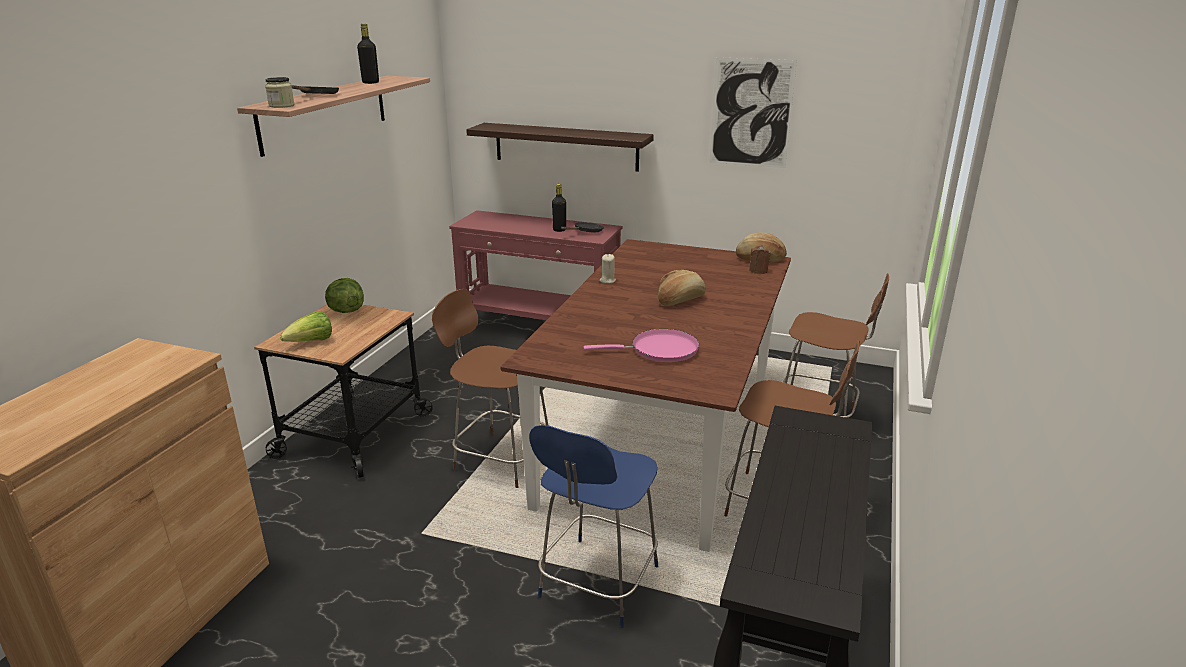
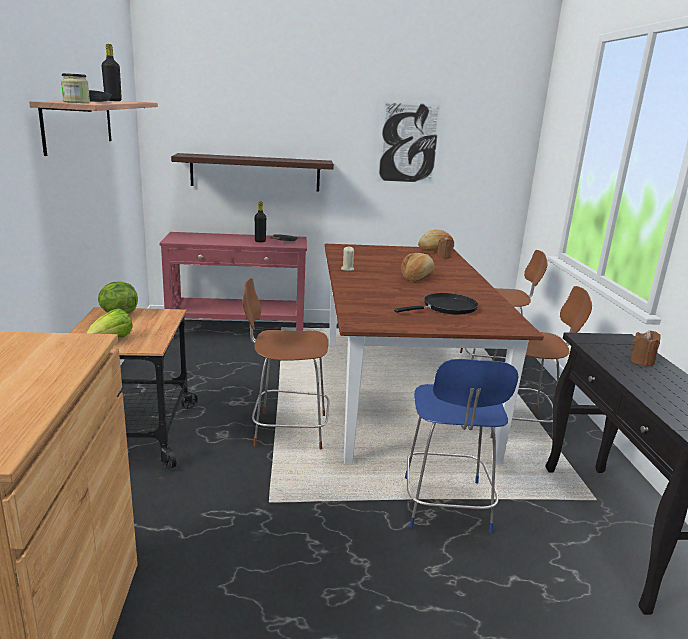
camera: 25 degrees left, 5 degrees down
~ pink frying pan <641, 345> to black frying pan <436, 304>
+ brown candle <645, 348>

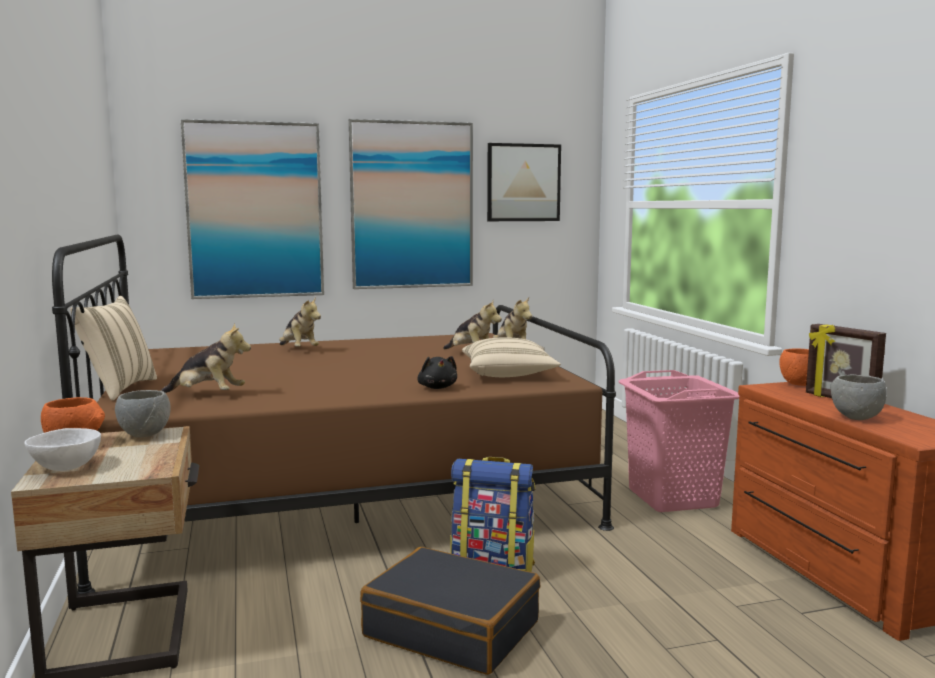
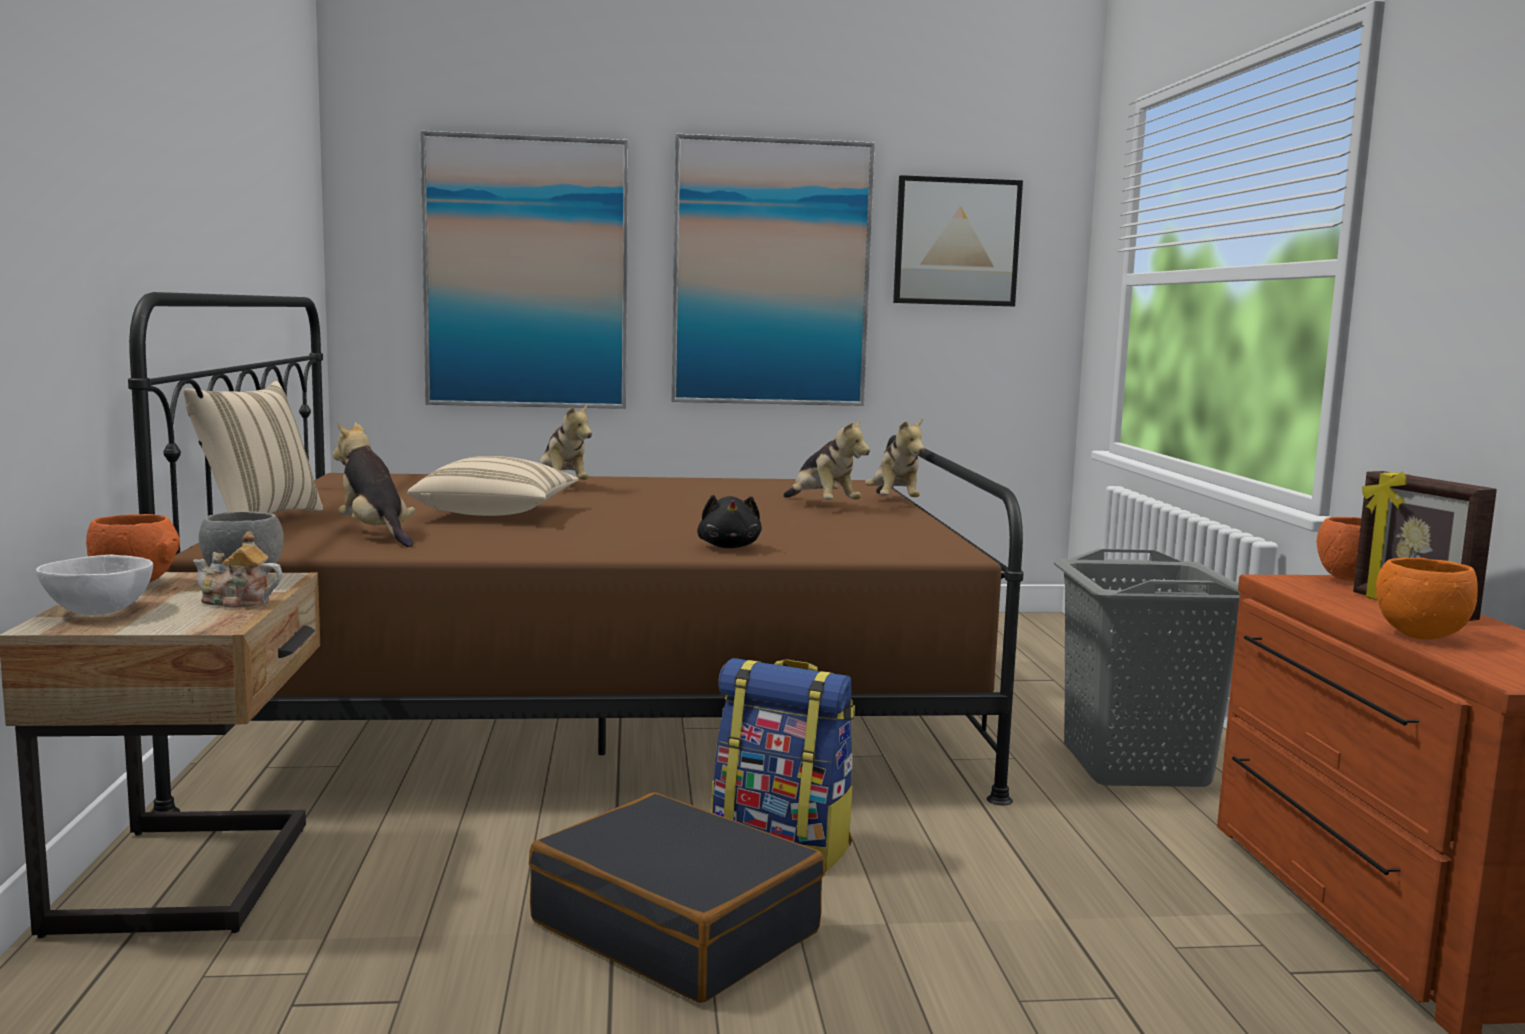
camera: 10 degrees right, 0 degrees up
+ teapot <237, 570>
~ plush toy <206, 358> = <374, 484> 150 degrees counterclockwise
~ beige pillow <511, 357> to <493, 486>
~ pink laundry basket <678, 441> to grey laundry basket <1147, 668>
~ grey bowl <858, 397> to orange bowl <1427, 599>

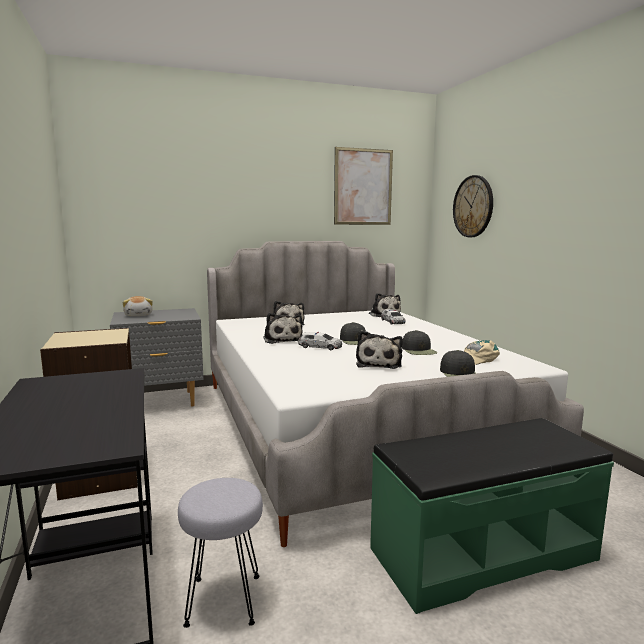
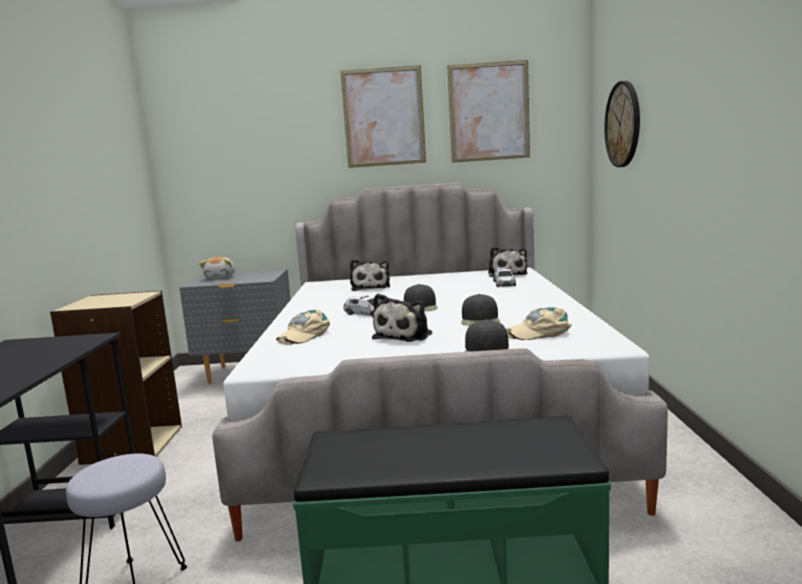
camera: 20 degrees right, 0 degrees up
+ beige cap <303, 327>
+ picture <383, 116>
- plush toy <283, 328>

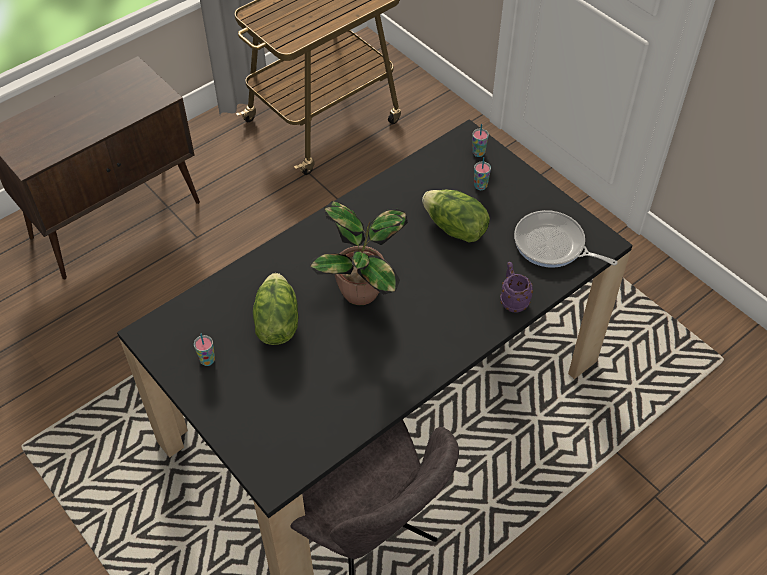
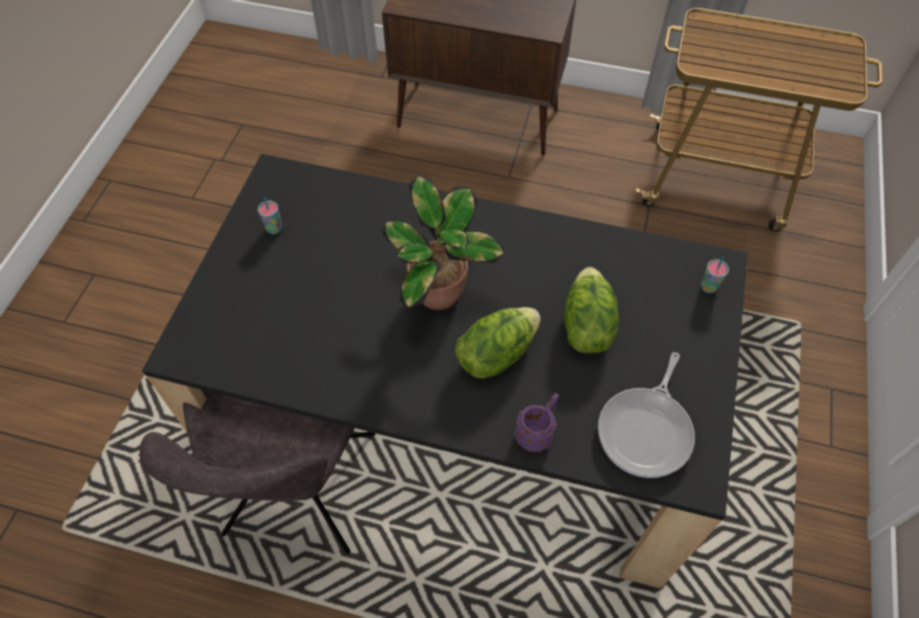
camera: 55 degrees right, 5 degrees up
~ lettuce <275, 309> to <498, 342>
~ frying pan <566, 239> = <646, 415> 150 degrees counterclockwise
- cup <482, 173>

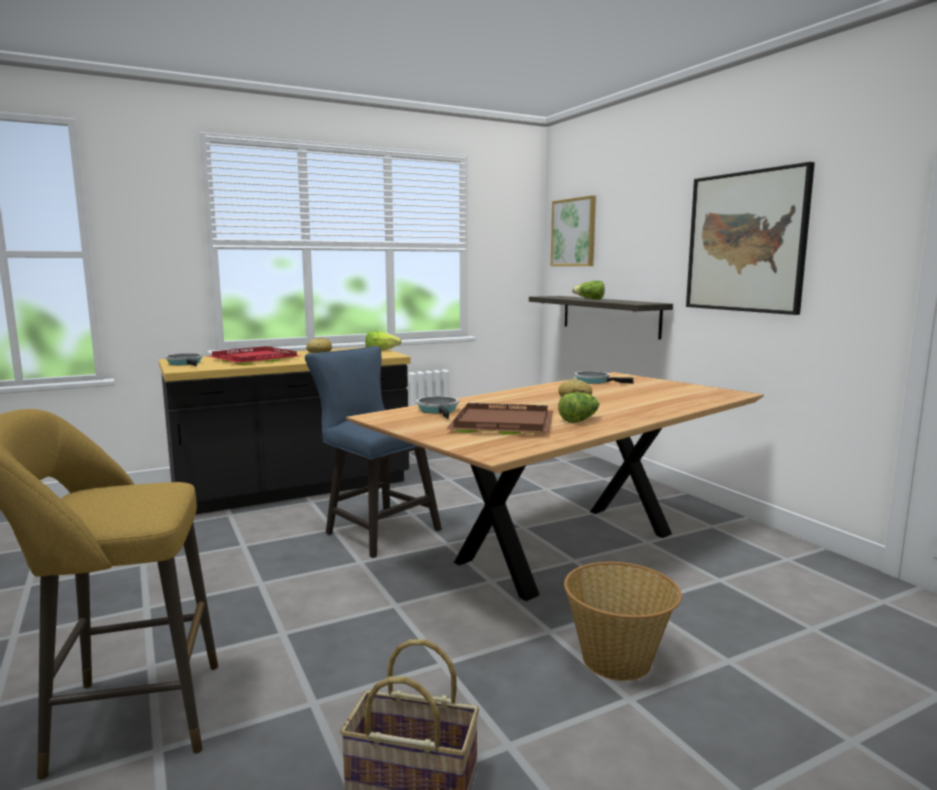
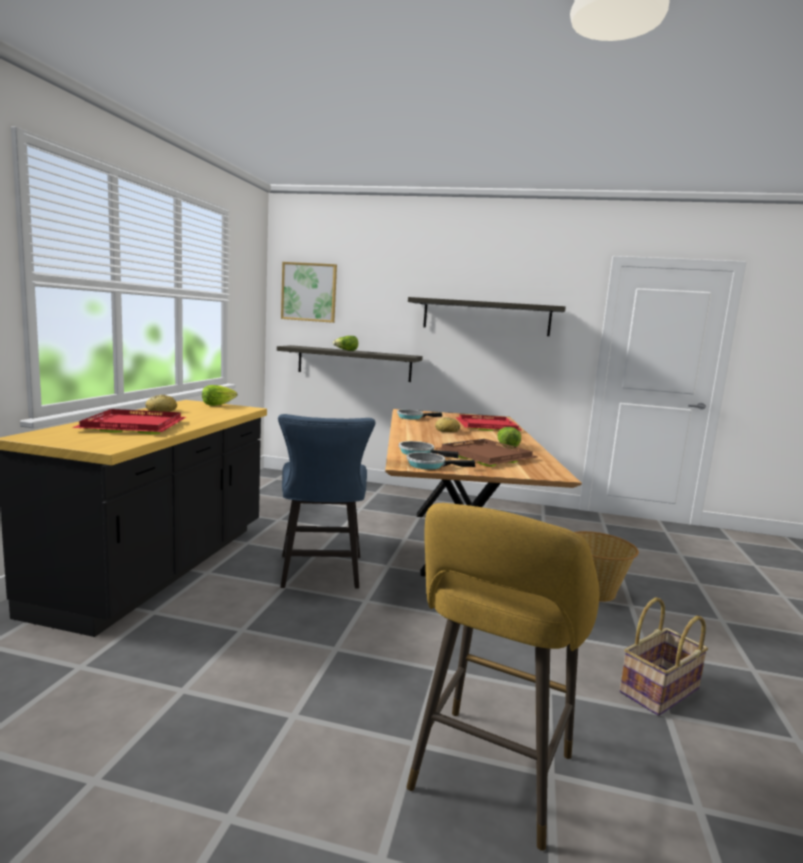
camera: 50 degrees left, 0 degrees up
~ blue chair <373, 452> = <327, 501> 90 degrees counterclockwise
~ frying pan <184, 359> to <441, 461>
~ picture <750, 238> to shelf <487, 316>
+ red tray <489, 422>

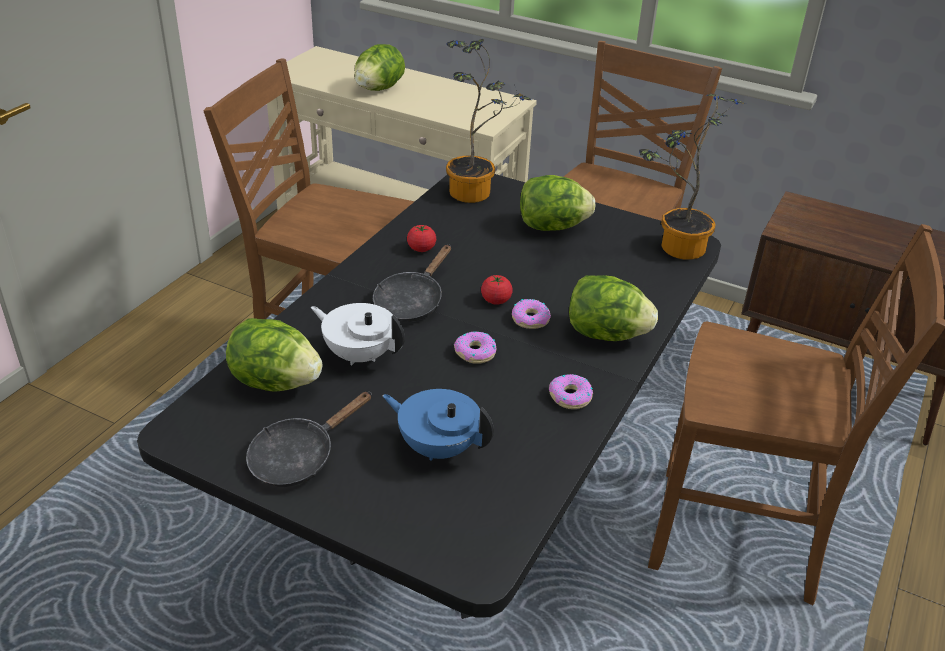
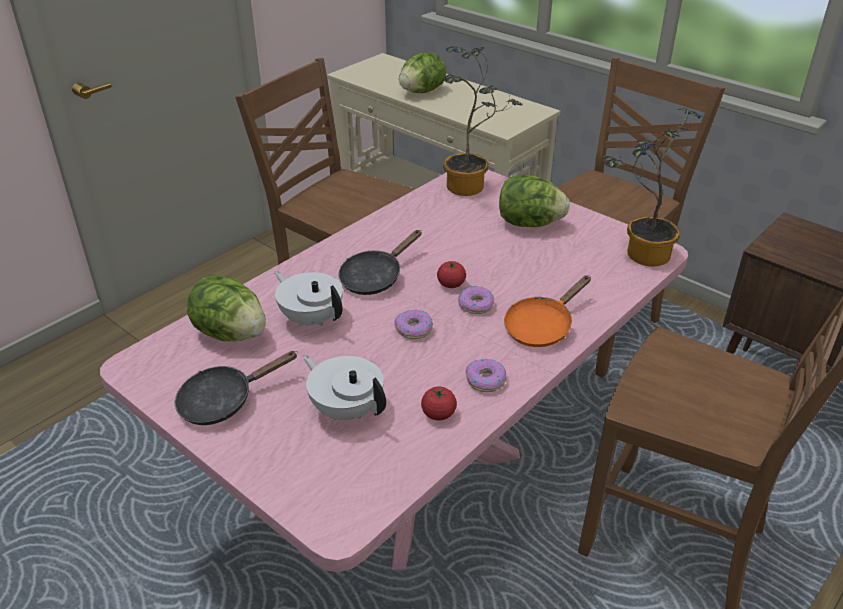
camera: 15 degrees right, 0 degrees up
~ black dining table <429, 396> to pink dining table <394, 371>
~ blue teapot <438, 425> to white teapot <344, 387>
~ tomato <421, 238> to <439, 404>
~ lettuce <613, 308> to orange frying pan <547, 311>

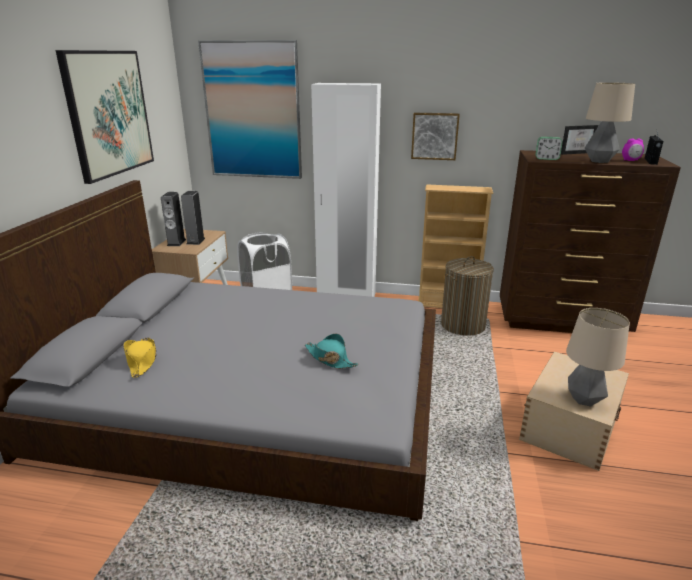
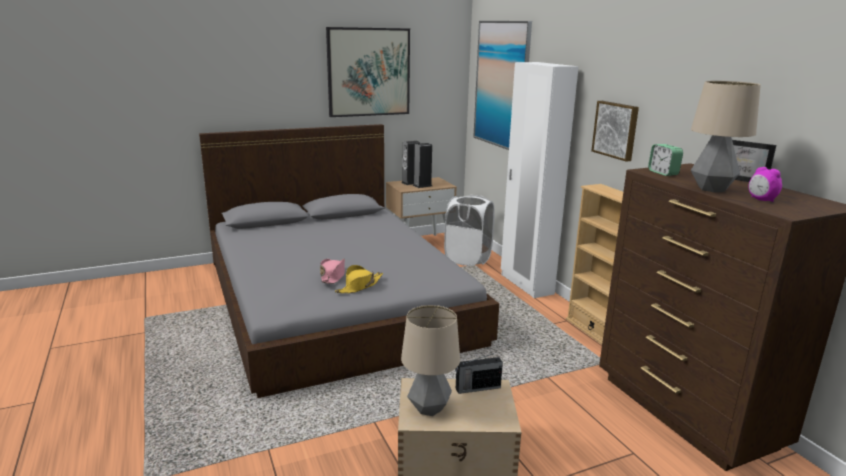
camera: 55 degrees right, 5 degrees down
~ turquoise hat <332, 351> to pink hat <332, 271>
~ yellow hat <140, 357> to <359, 279>
~ radio <654, 149> to <479, 373>
- laundry basket <467, 296>

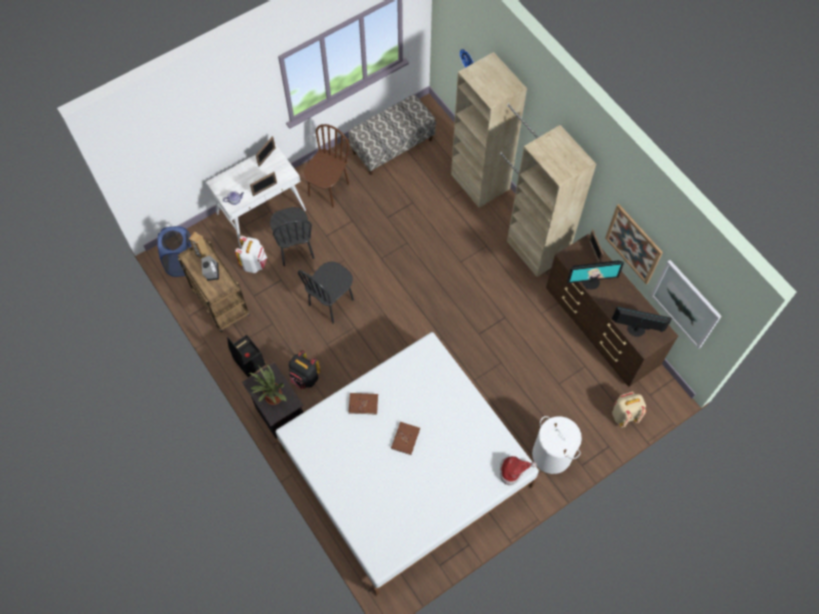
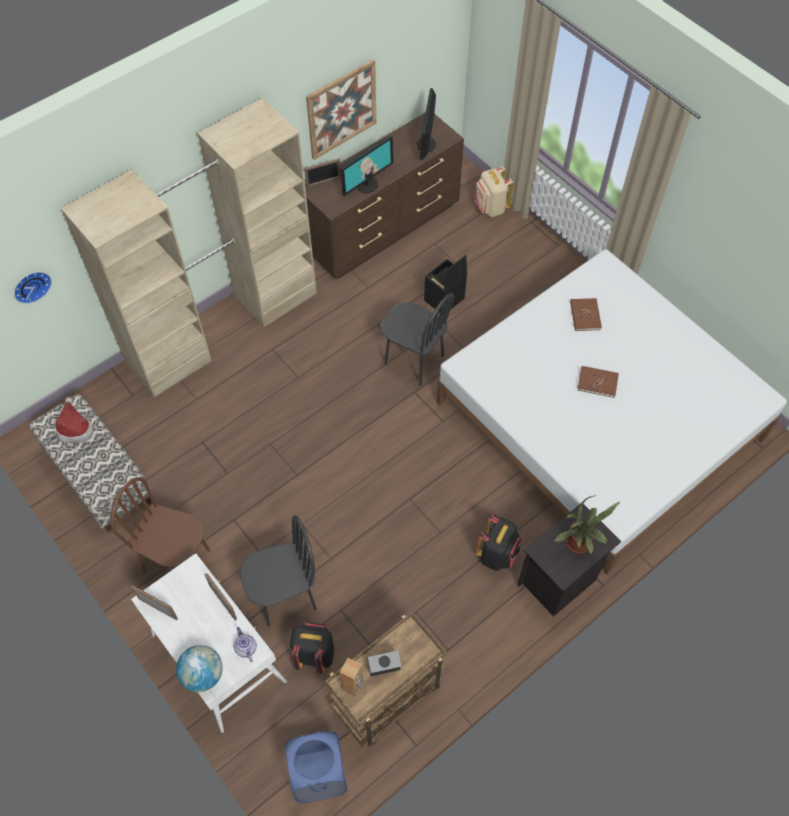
camera: 95 degrees left, 5 degrees down
~ hat <518, 470> to <74, 420>
+ globe <199, 668>
~ white backpack <251, 254> to black backpack <312, 647>
~ monitor <595, 275> = <366, 166> 60 degrees clockwise
~ black chair <326, 293> to <417, 339>
~ black storage box <246, 356> to <445, 284>
~ brown book <363, 404> to <586, 314>
- white laundry basket <557, 445>
- picture <686, 304>

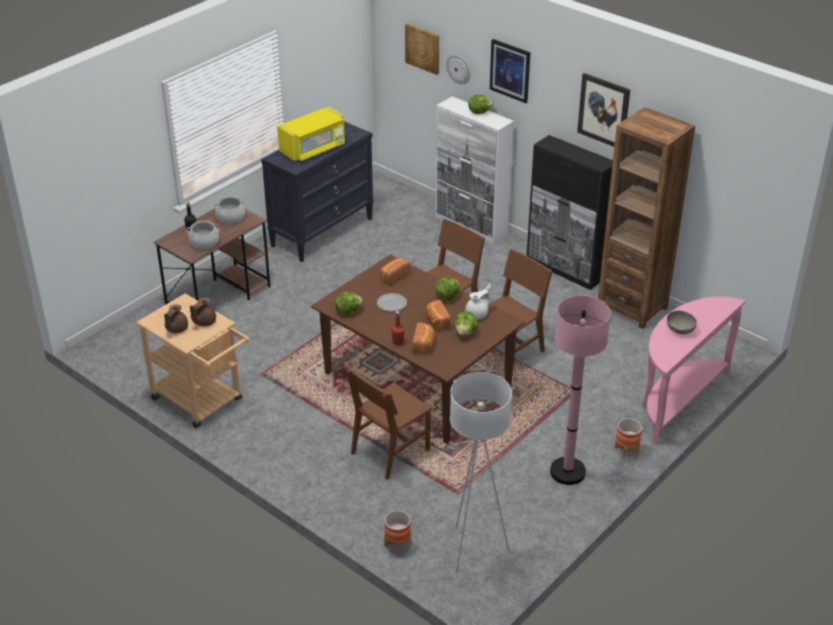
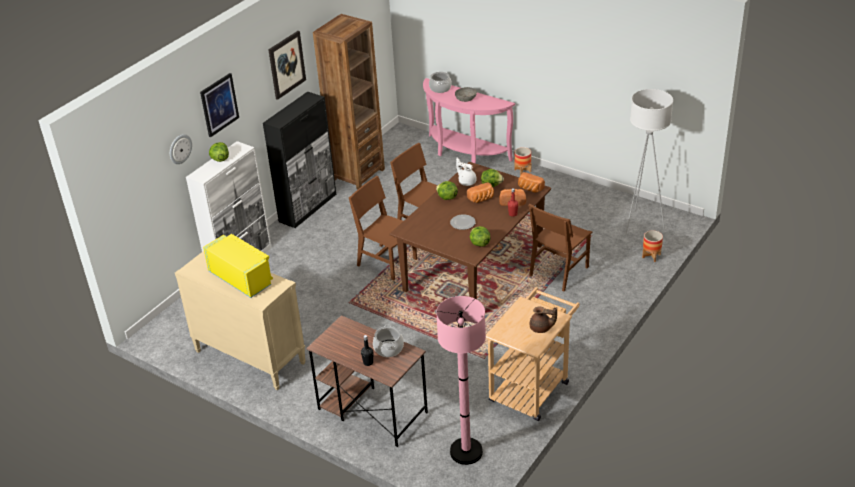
camera: 95 degrees left, 0 degrees up
~ black dresser <317, 191> to beige dresser <240, 320>
~ cooking pot <229, 210> to <440, 82>
~ pink floor lamp <580, 390> to <461, 380>
~ bread <395, 271> to <531, 182>
~ brown chair <389, 422> = <560, 248> 90 degrees clockwise
- brown teapot <203, 312>
- picture <422, 49>

